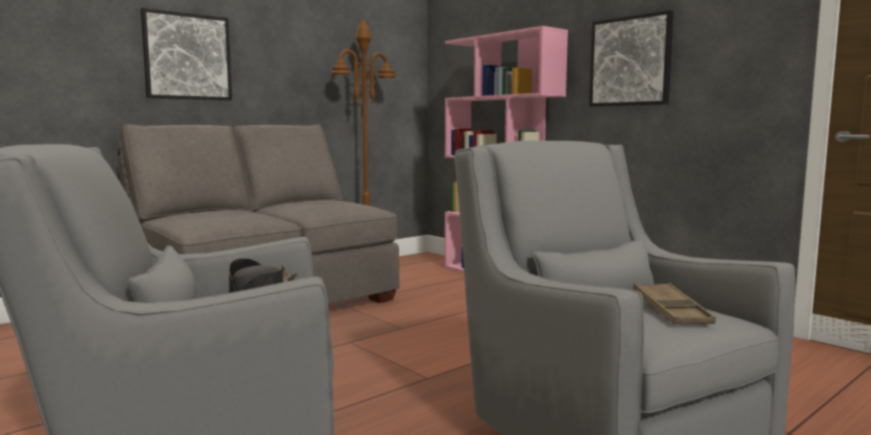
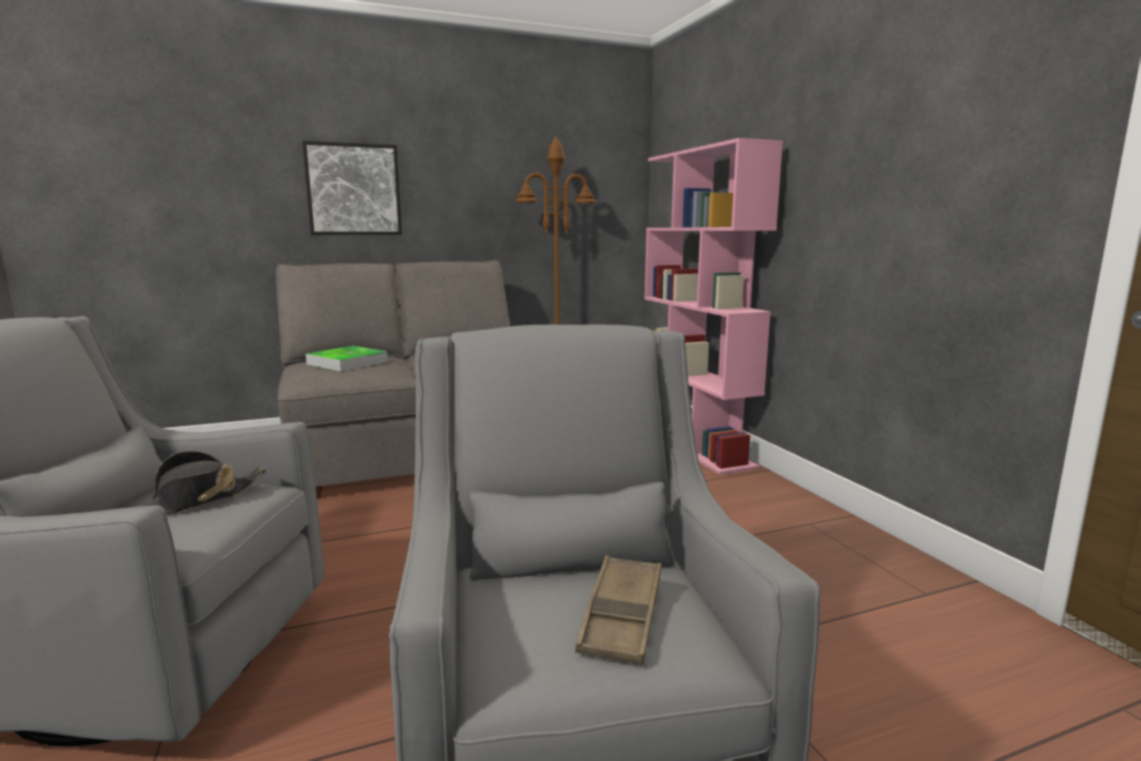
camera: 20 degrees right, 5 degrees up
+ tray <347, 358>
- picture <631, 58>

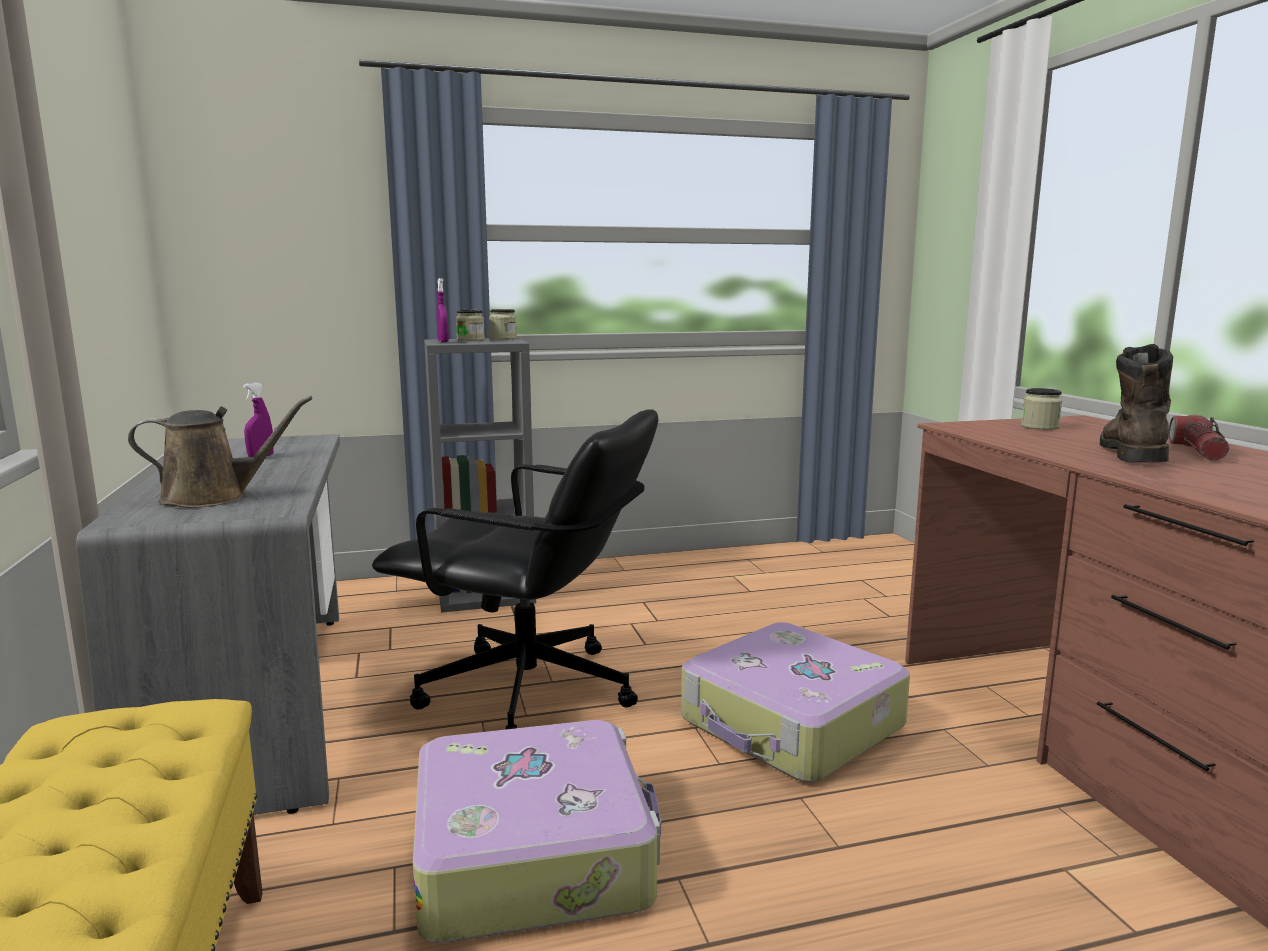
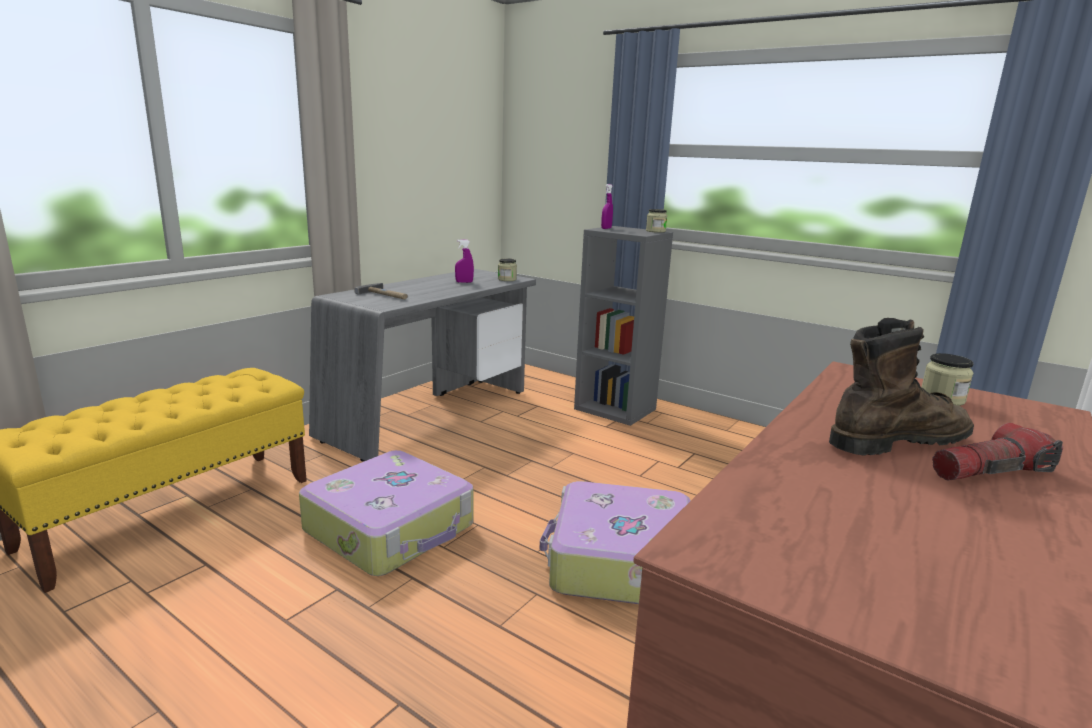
camera: 50 degrees right, 5 degrees up
~ brown watering can <220, 452> to hammer <381, 291>
~ jar <470, 325> to <507, 269>
- black office chair <515, 569>

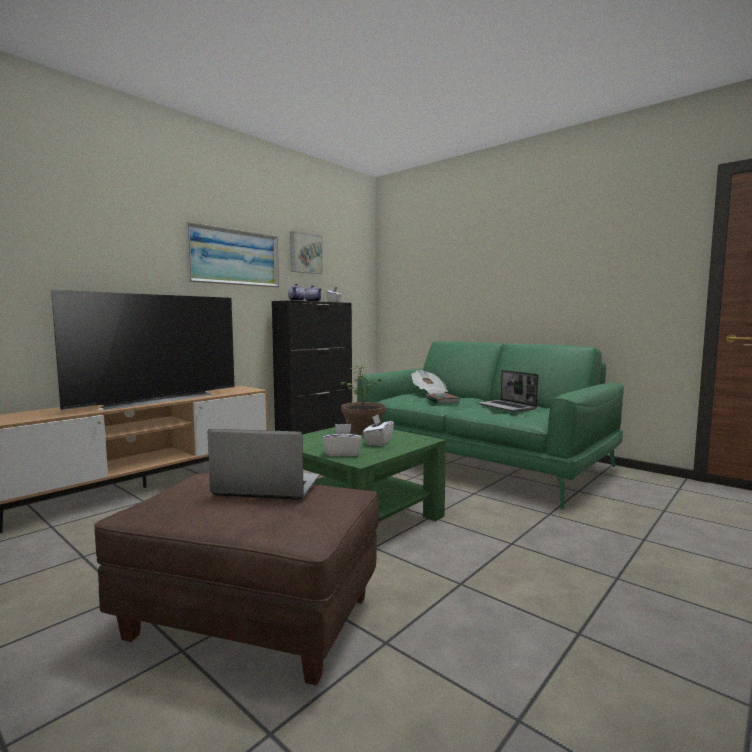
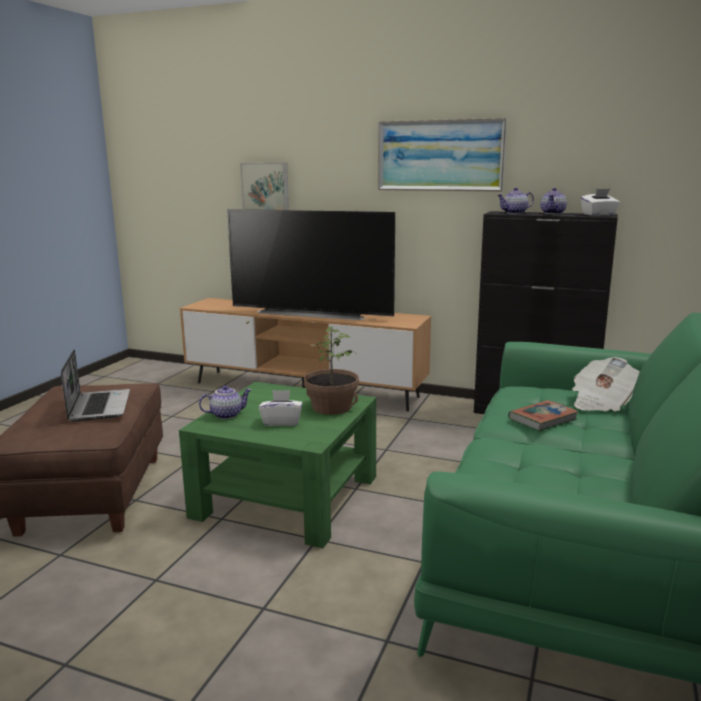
camera: 70 degrees right, 10 degrees up
~ white tissue box <342, 440> to teapot <225, 402>
~ picture <306, 252> to <264, 186>
- laptop <507, 391>

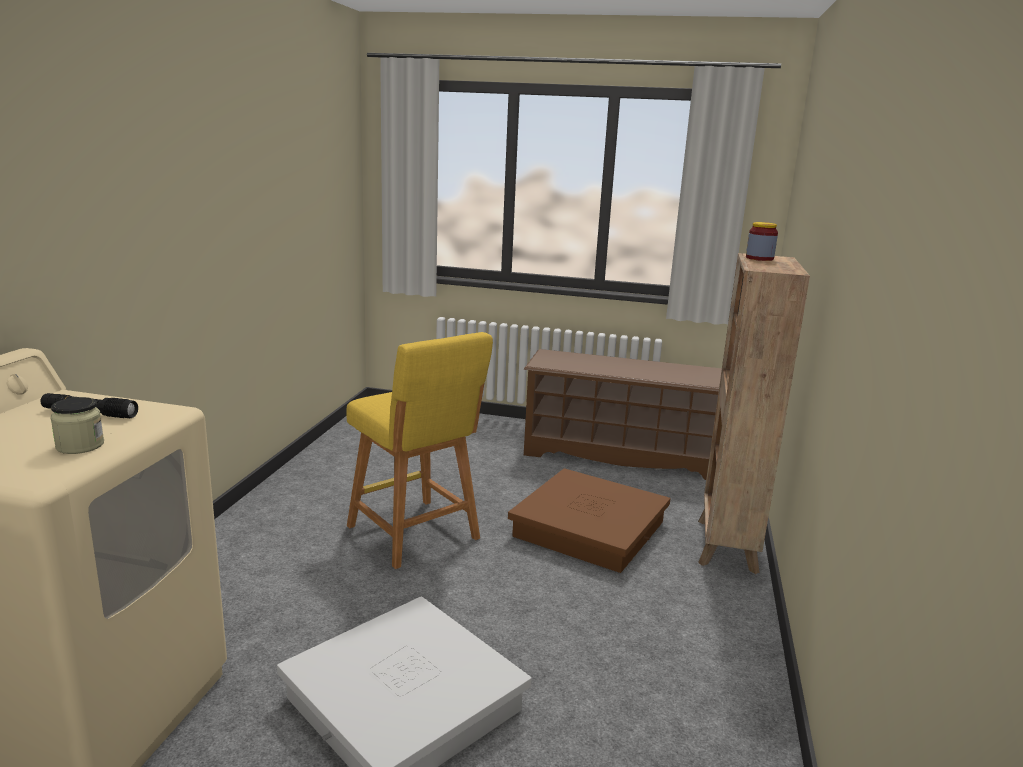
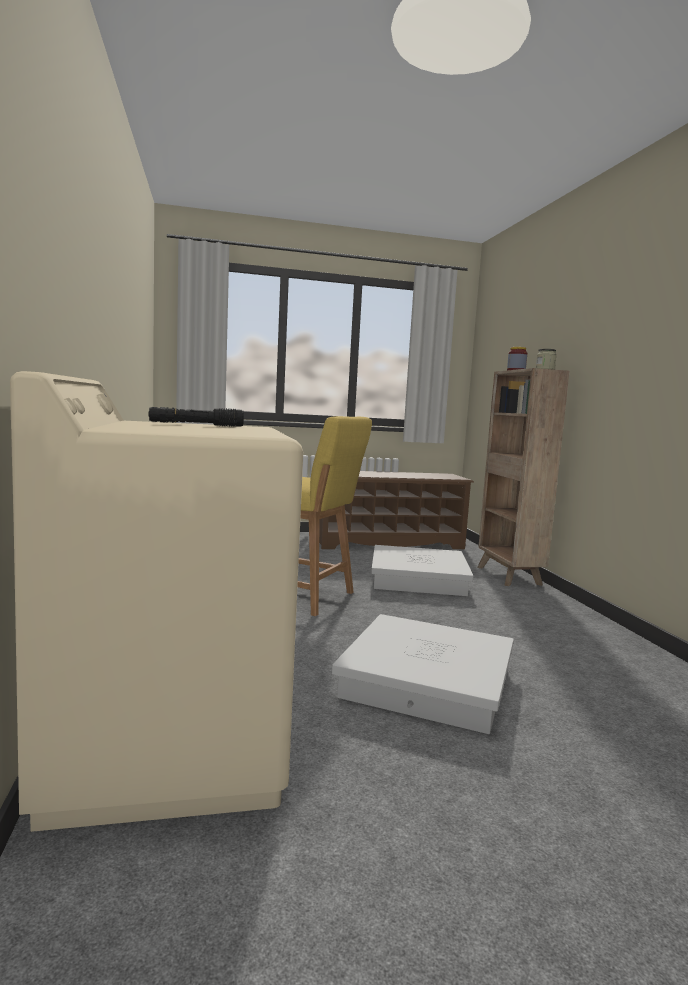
camera: 25 degrees left, 10 degrees down
~ brown storage box <589, 520> to white storage box <422, 570>
~ jar <77, 425> to <546, 359>

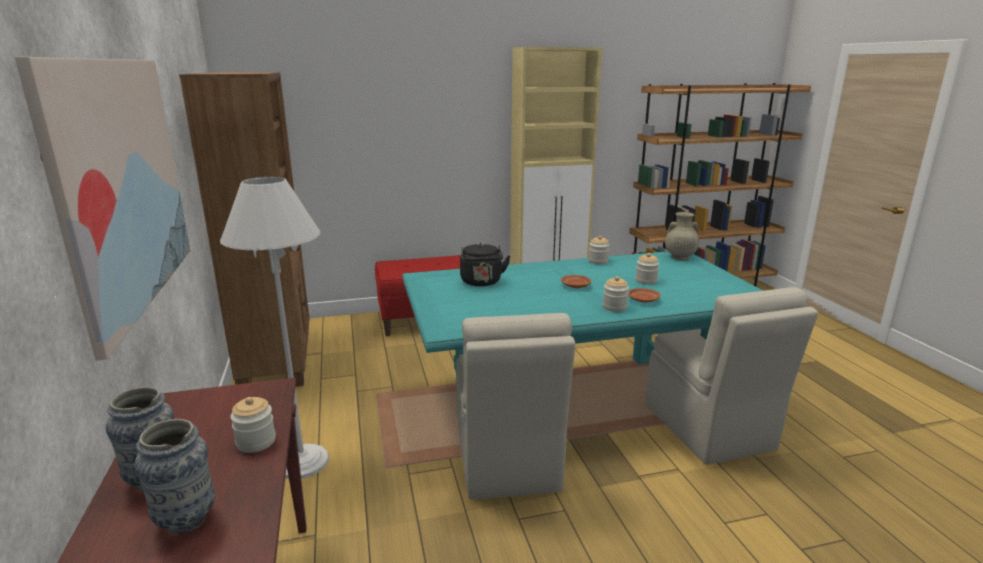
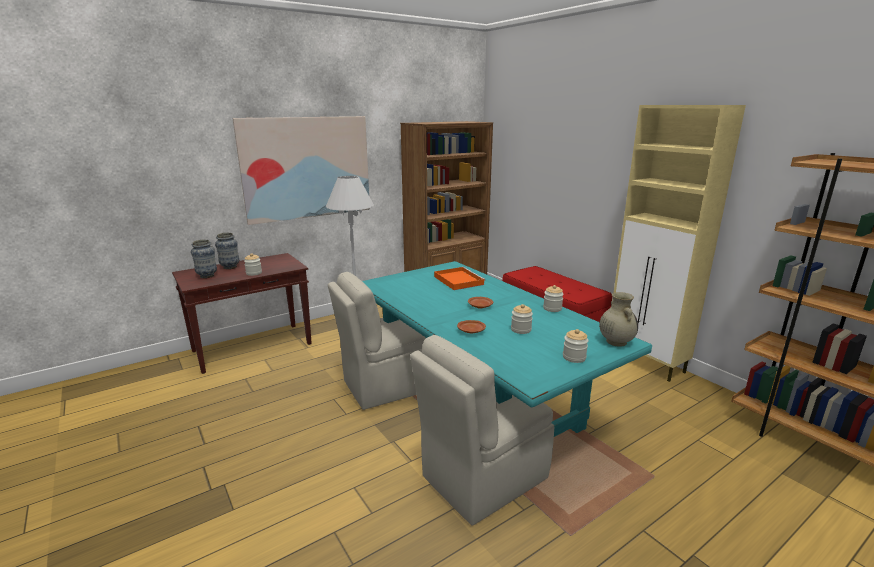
camera: 70 degrees right, 0 degrees up
~ black kettle <485, 264> to orange tray <459, 278>
~ jar <616, 294> to <576, 346>

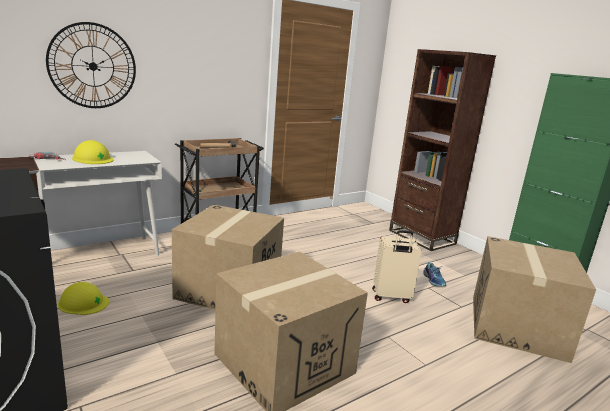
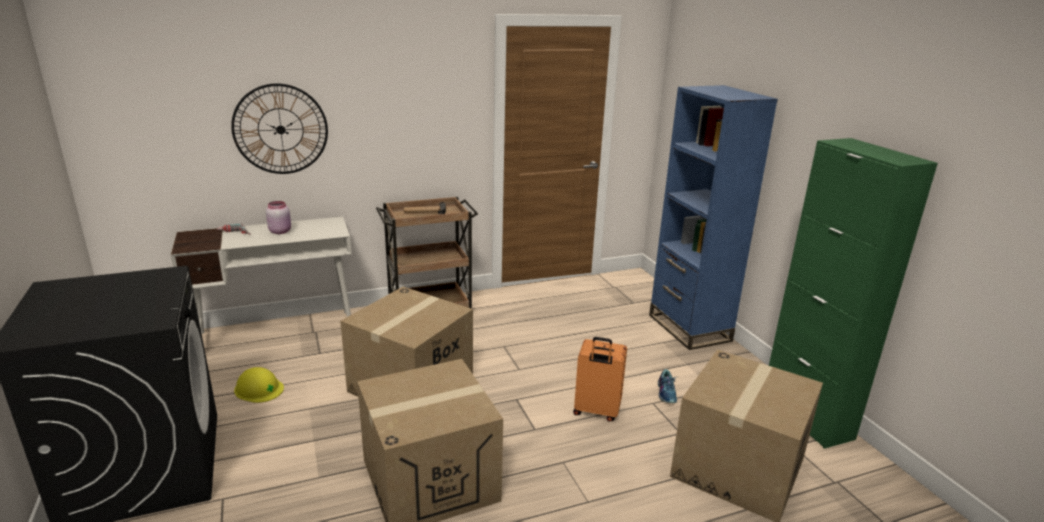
camera: 15 degrees right, 5 degrees up
~ yellow hard hat <93, 152> to pink jar <278, 217>
~ beige suitcase <397, 266> to orange suitcase <600, 379>
~ brown bookcase <442, 150> to blue bookcase <713, 217>

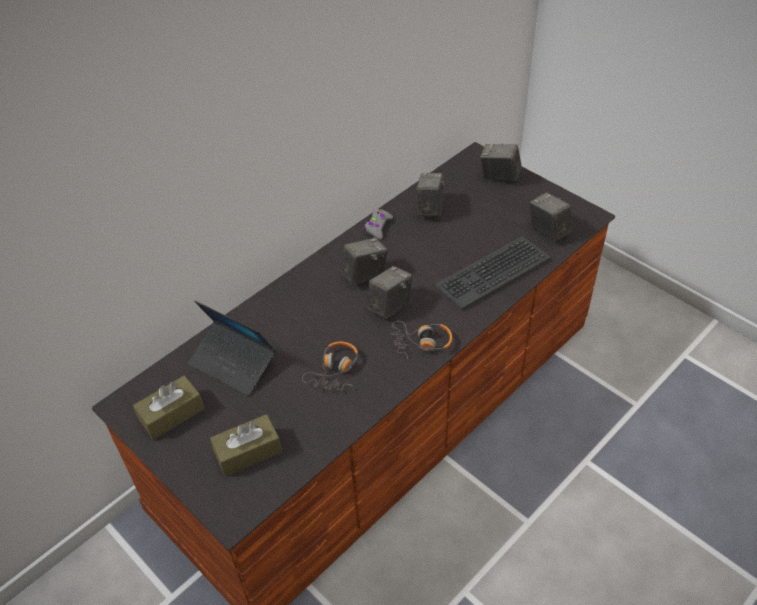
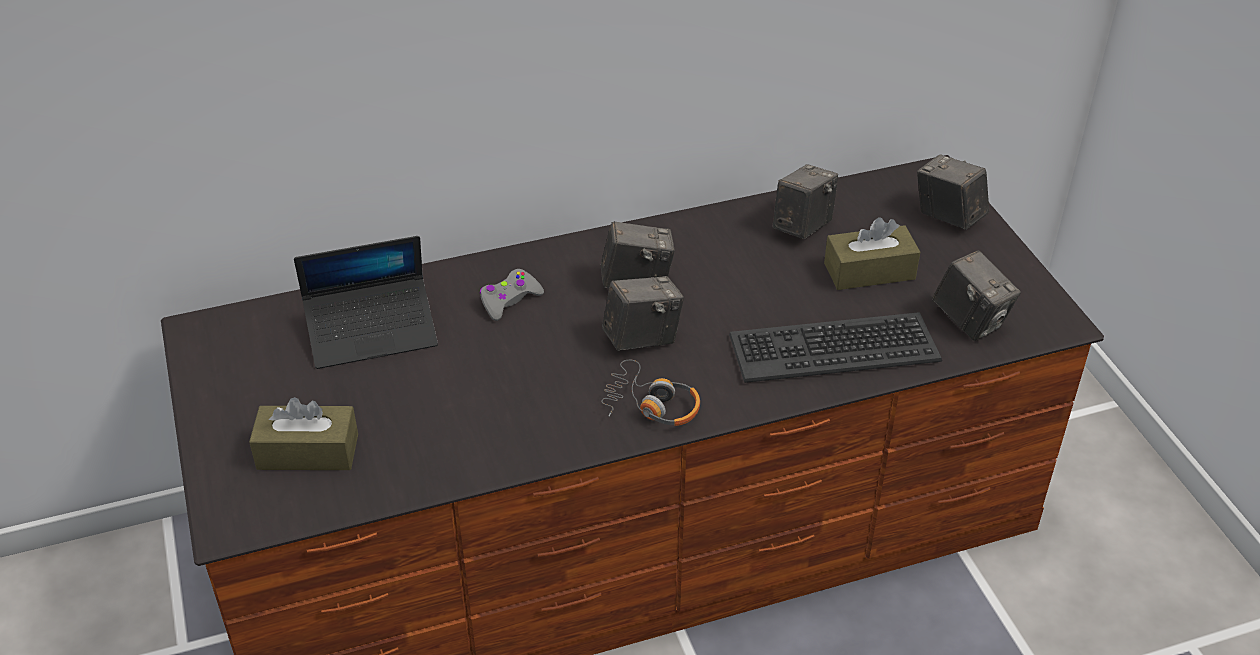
camera: 25 degrees right, 5 degrees down
~ laptop <232, 348> = <366, 302> 75 degrees counterclockwise
~ grey game controller <378, 224> to <512, 295>
~ brown tissue box <168, 407> to <872, 253>
~ photo camera <551, 216> = <976, 295> 150 degrees clockwise
- headphones <330, 366>

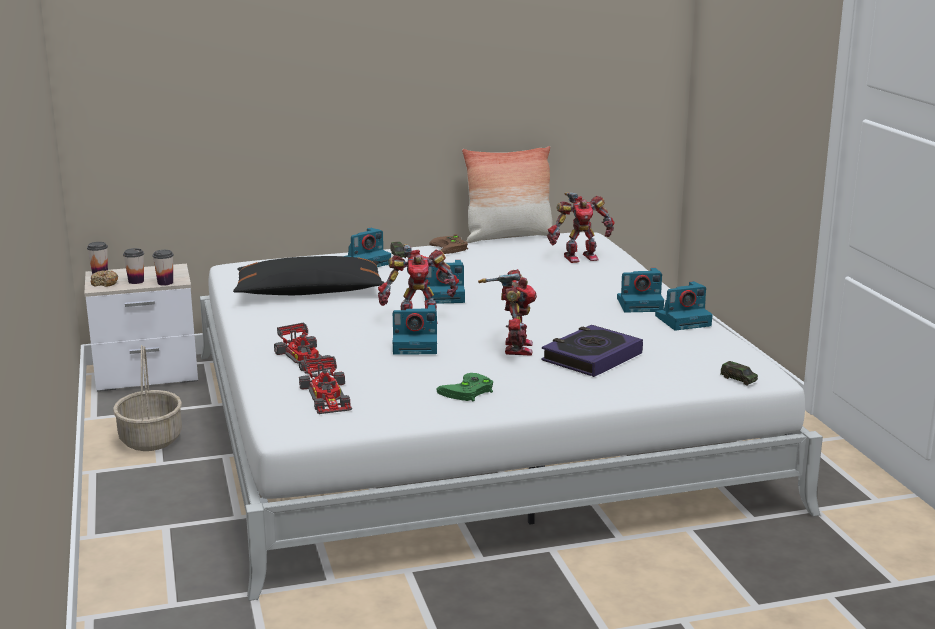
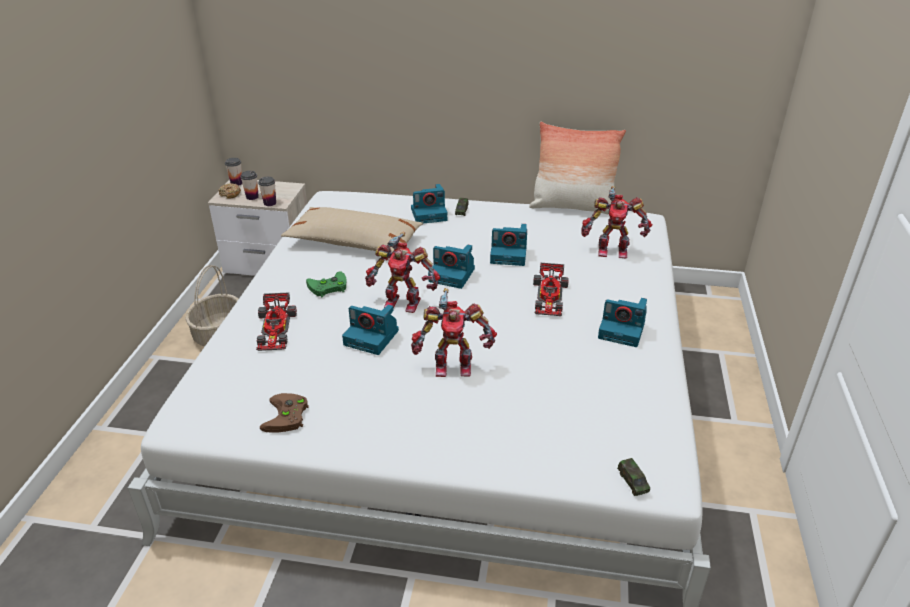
camera: 25 degrees right, 15 degrees up
~ brown game controller <448, 244> to <284, 413>
~ black pillow <309, 275> to beige pillow <352, 229>
~ green game controller <464, 387> to <326, 284>
~ toy robot <507, 312> = <454, 332> 60 degrees clockwise
~ photo camera <684, 306> to <508, 245>
~ toy car <325, 385> to <551, 289>
- book <592, 351>

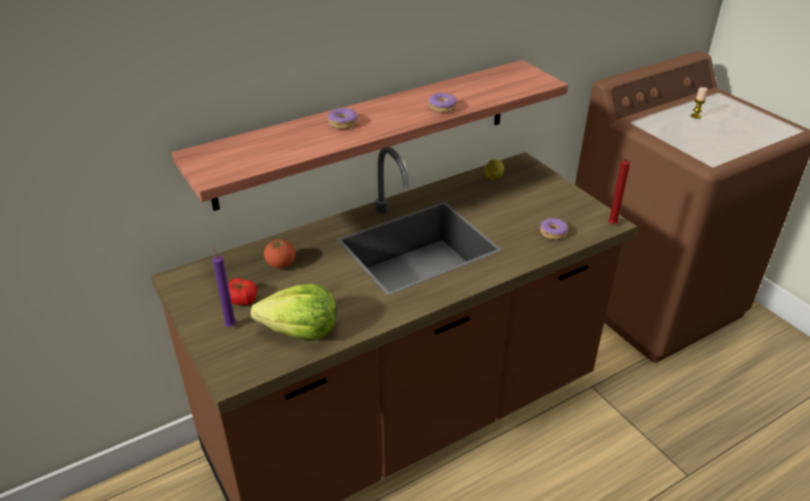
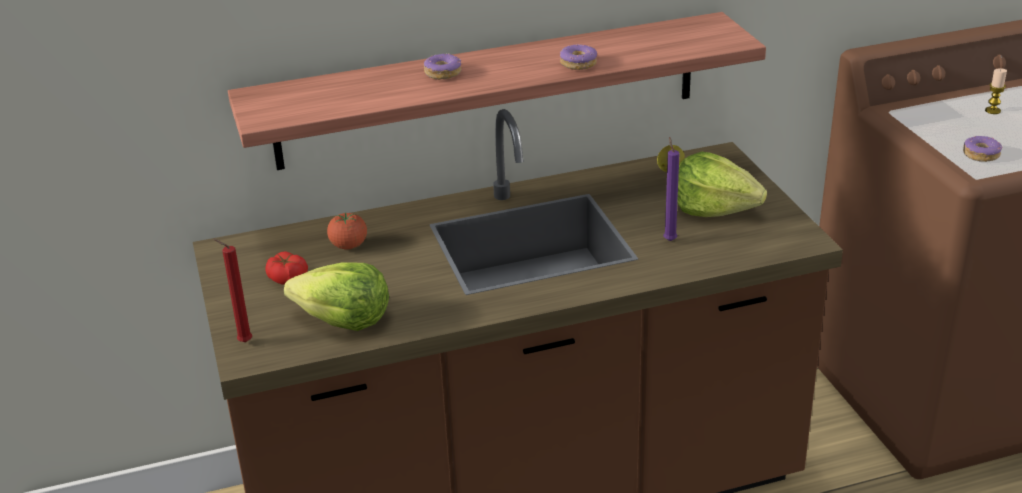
camera: 15 degrees right, 5 degrees down
~ red candle <619, 190> to <232, 290>
~ purple candle <224, 286> to <671, 189>
+ lettuce <722, 184>
~ donut <554, 229> to <983, 149>

